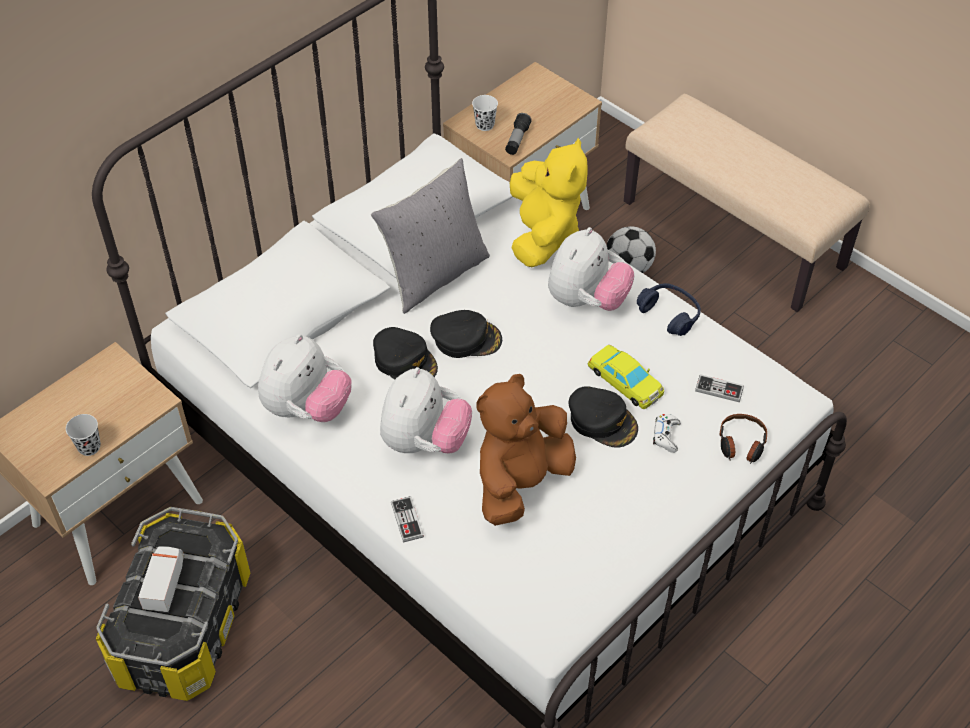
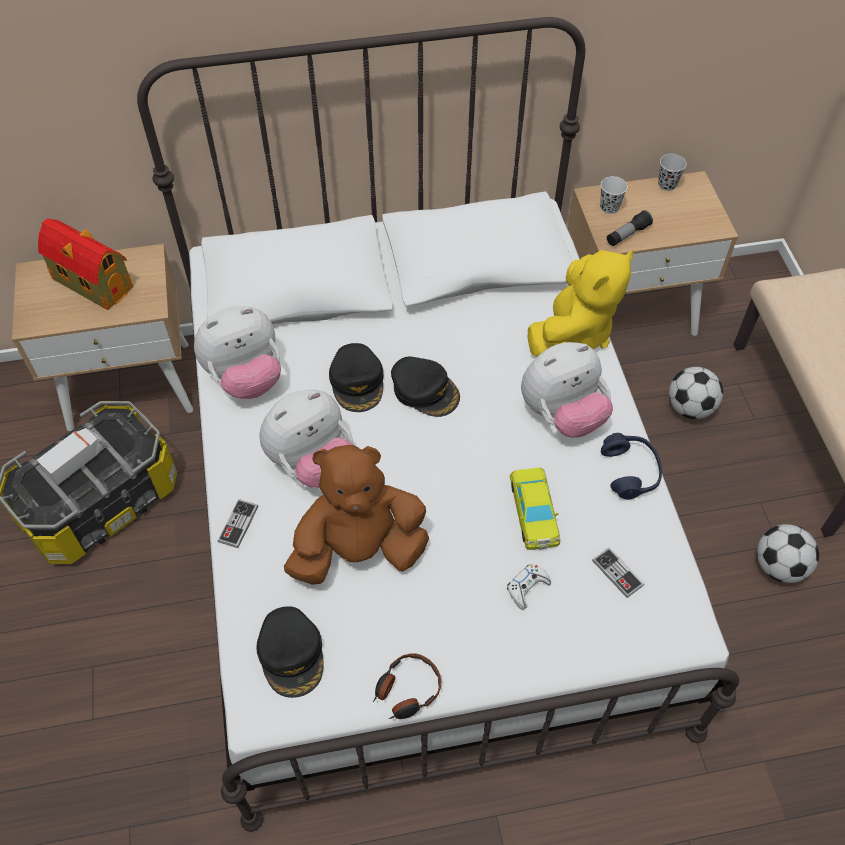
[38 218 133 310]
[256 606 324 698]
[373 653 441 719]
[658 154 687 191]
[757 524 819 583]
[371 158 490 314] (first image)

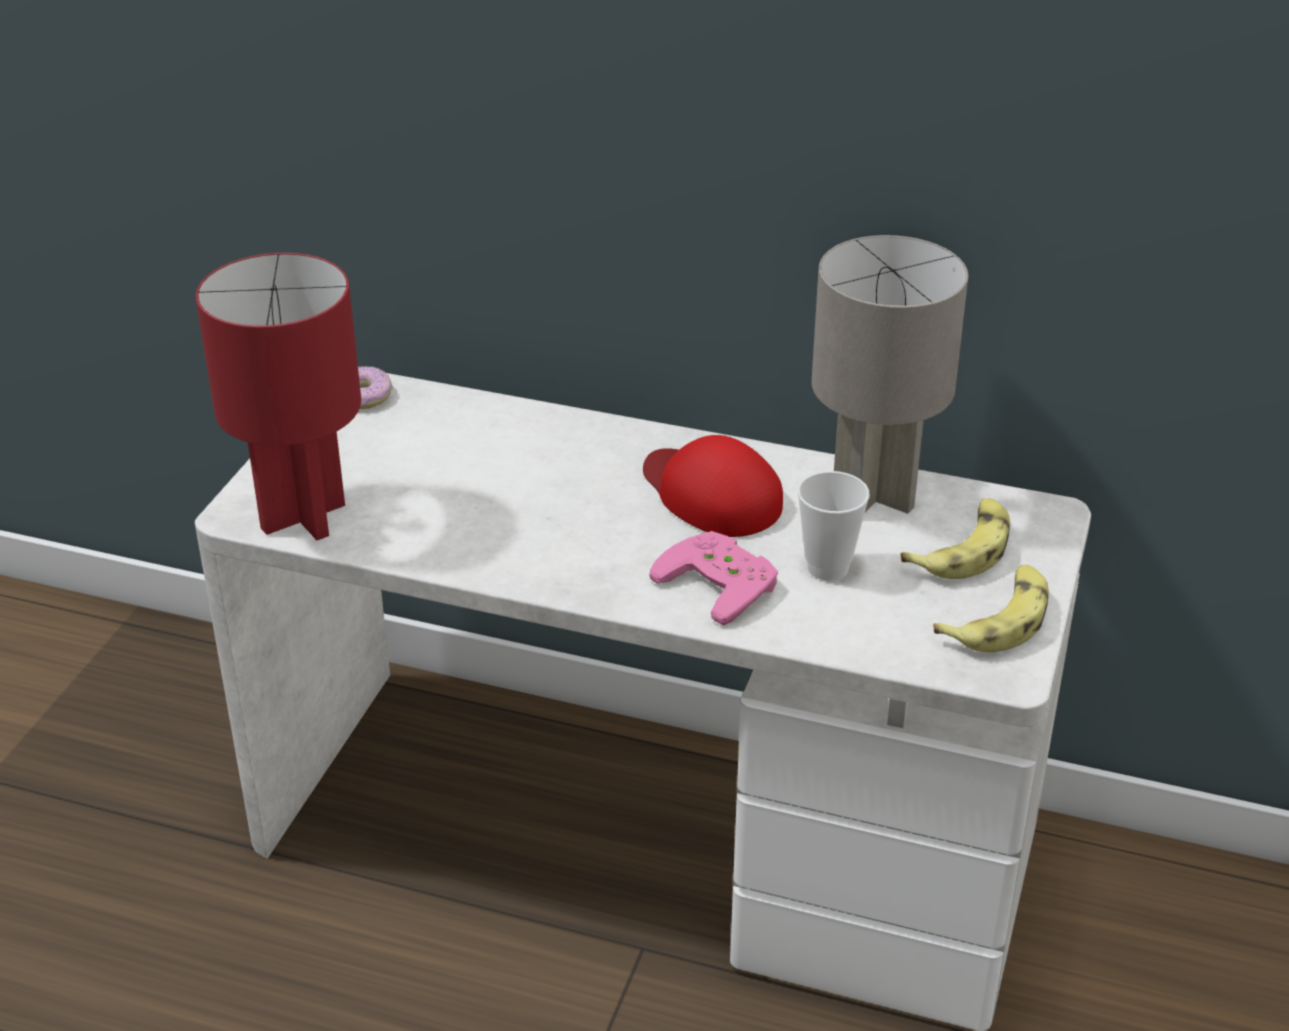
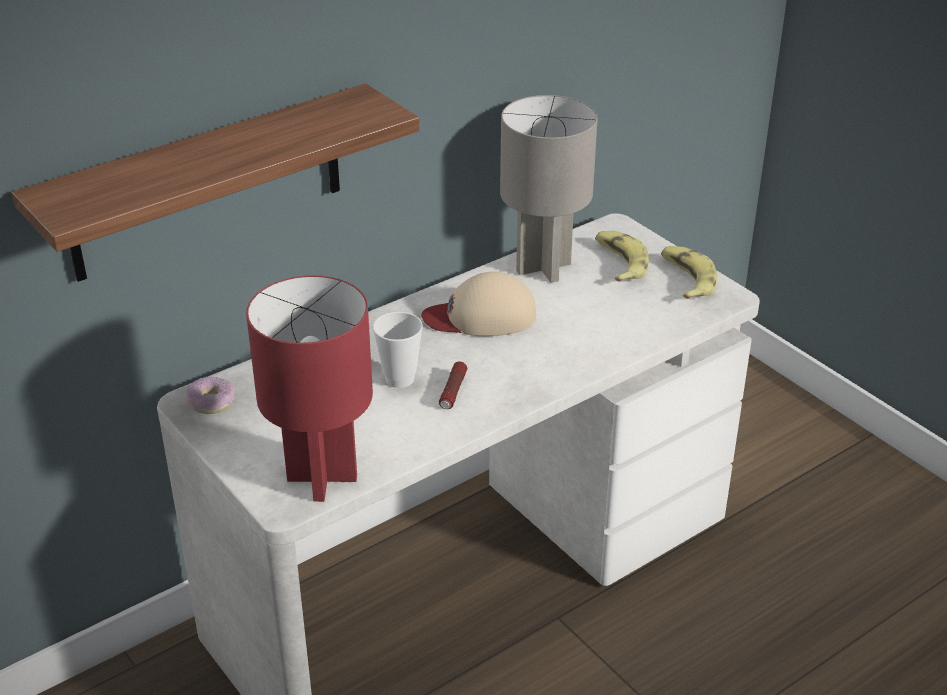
[11 84 419 282]
[373 312 423 388]
[421 272 536 336]
[439 361 467 409]
[649 531 778 626] (first image)

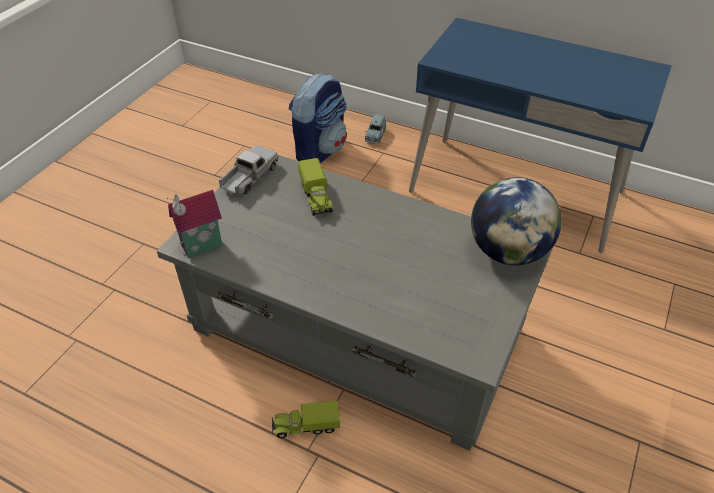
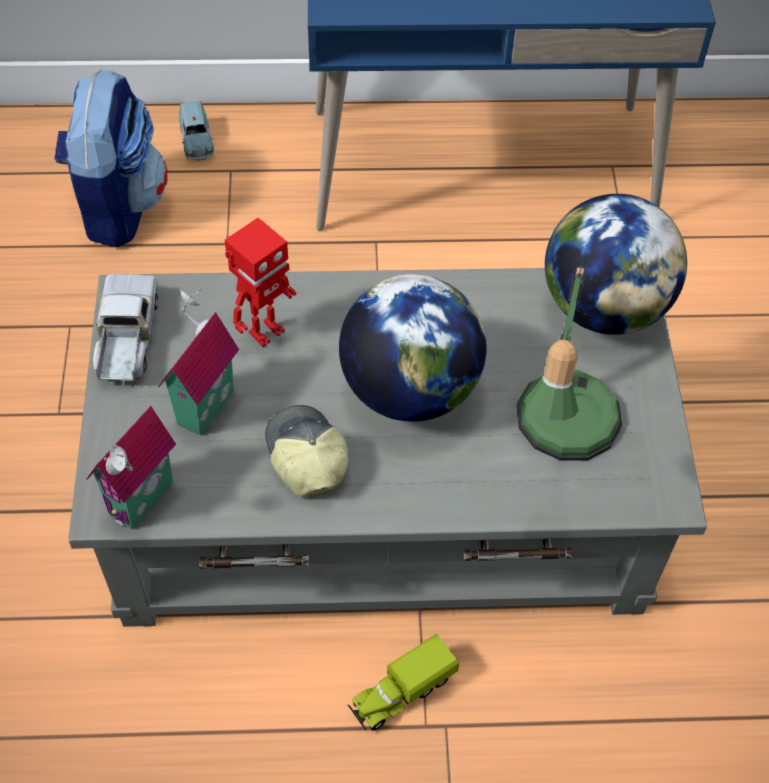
[158 288 239 436]
[225 218 296 347]
[265 405 348 498]
[339 274 486 422]
[517 262 622 461]

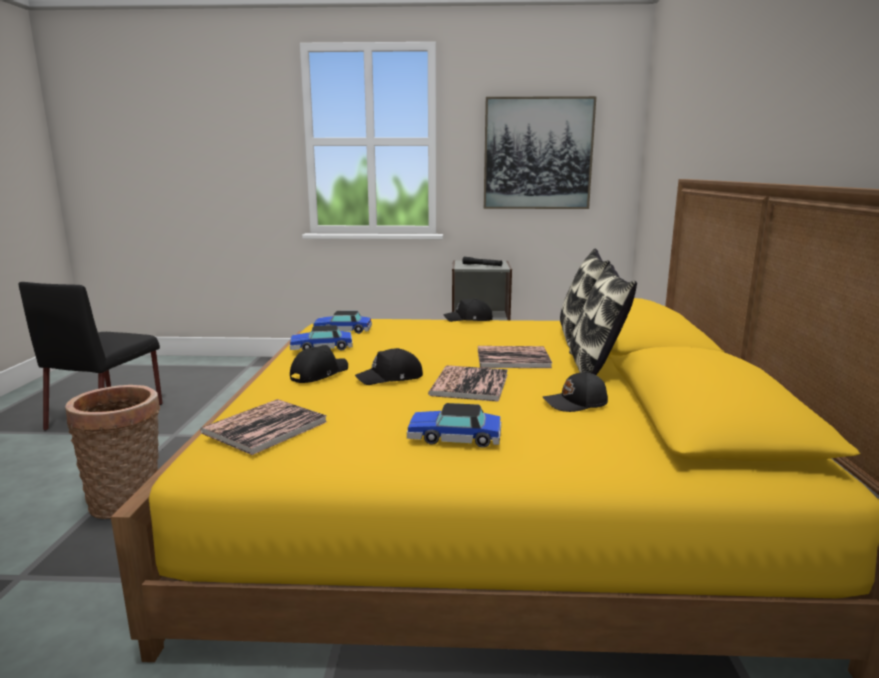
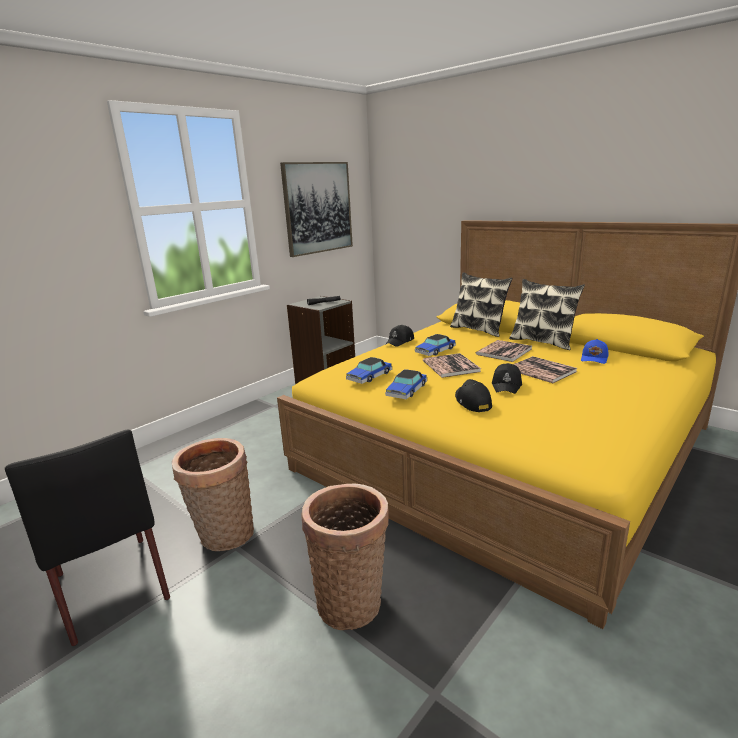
[172 438 254 551]
[415 334 456 356]
[423 353 481 378]
[581 339 608 364]

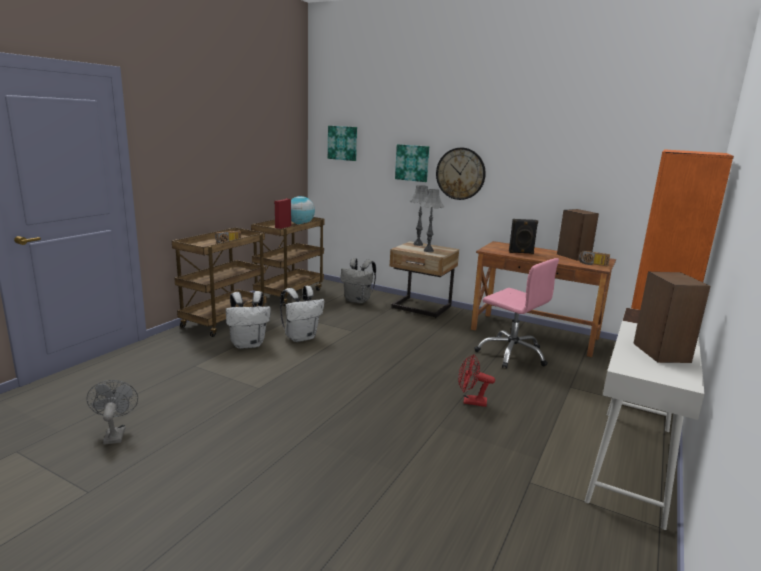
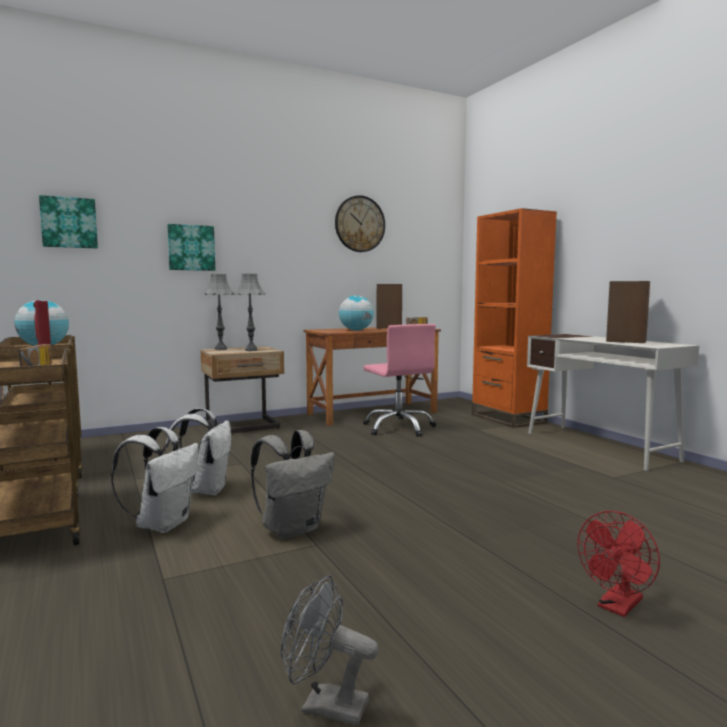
[251 430 335 539]
[335 195 385 252]
[339 295 374 331]
[363 324 436 437]
[577 511 660 617]

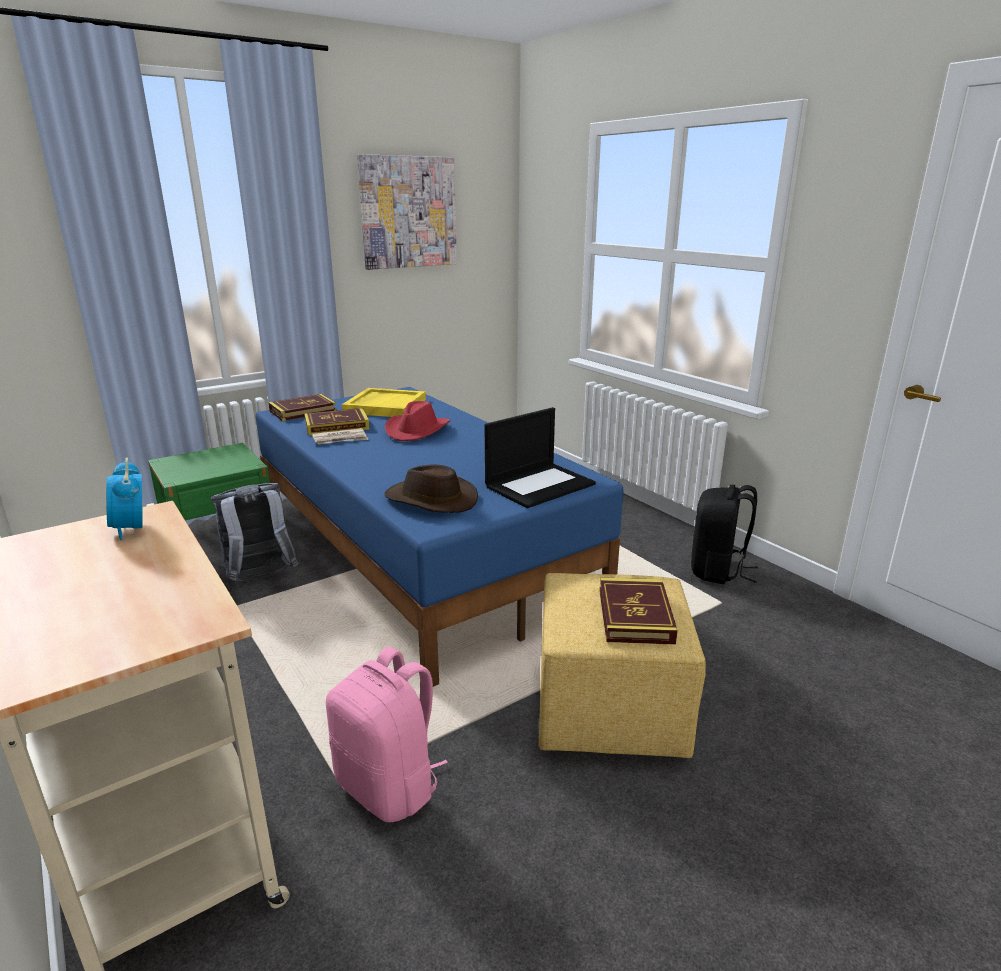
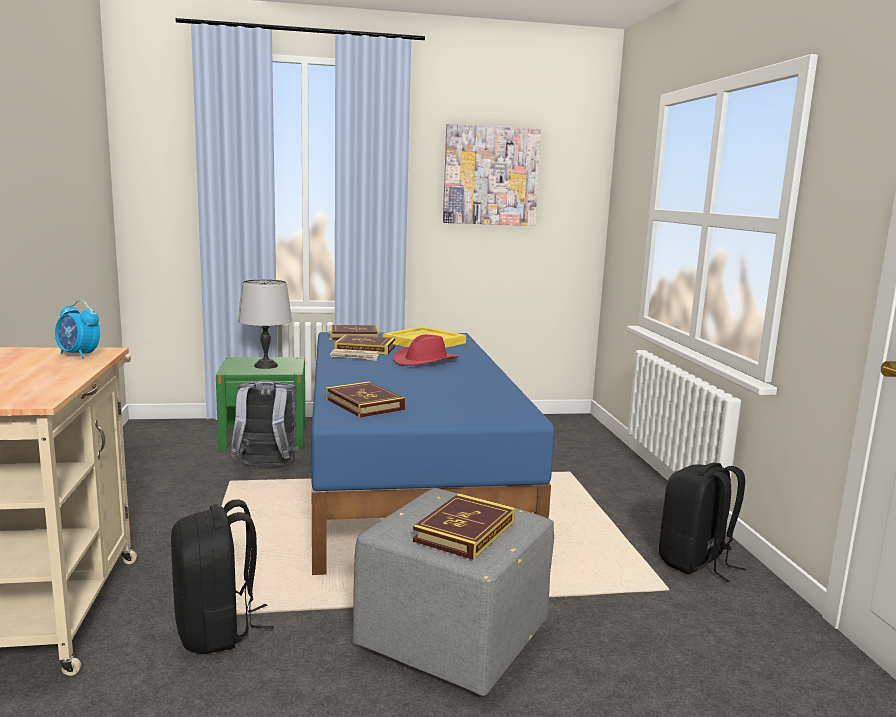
[55 300 100 359]
[171 499 274 654]
[238 279 292 369]
[325 381 405 418]
[353 488 554 696]
[485 407 596 508] (first image)

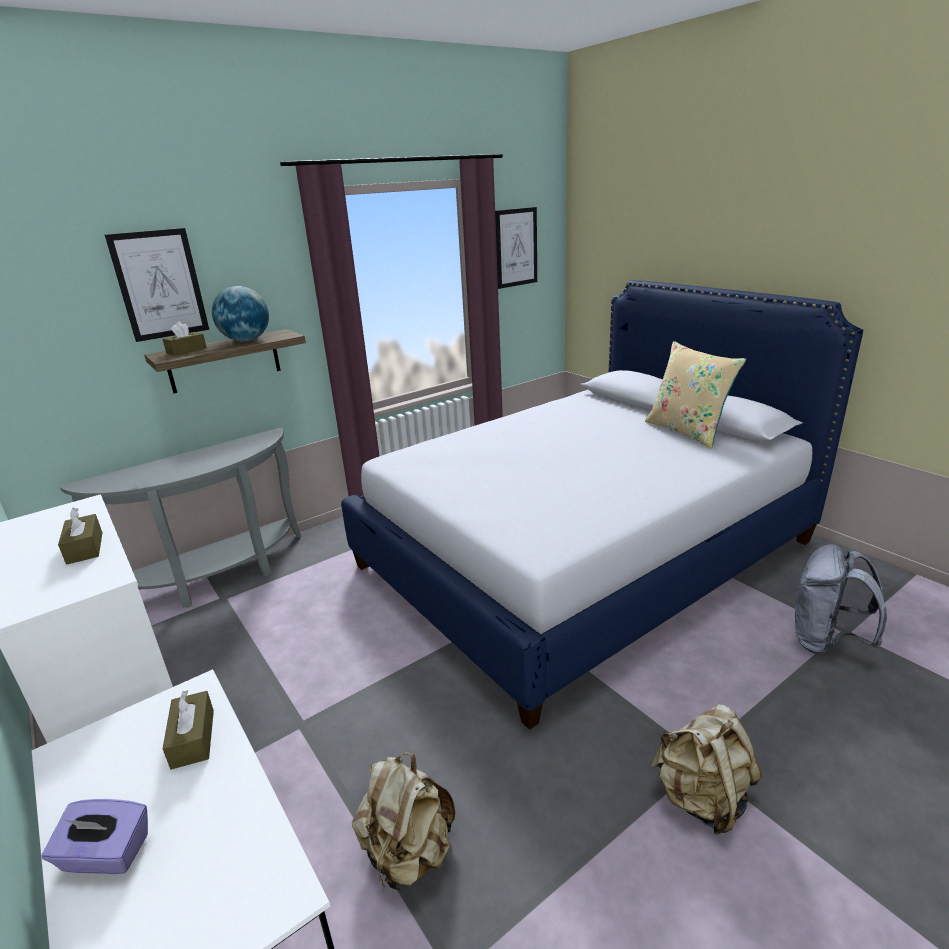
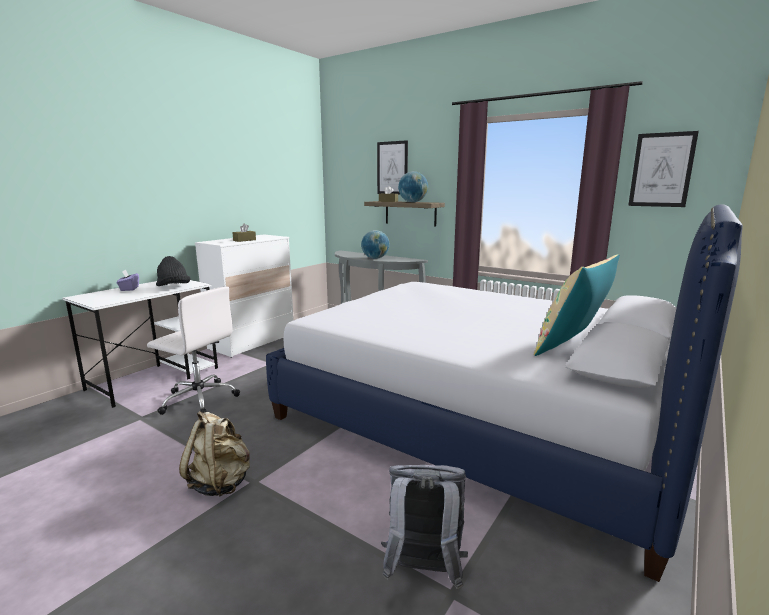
[147 286 240 415]
[156 256 191 286]
[361 230 390 259]

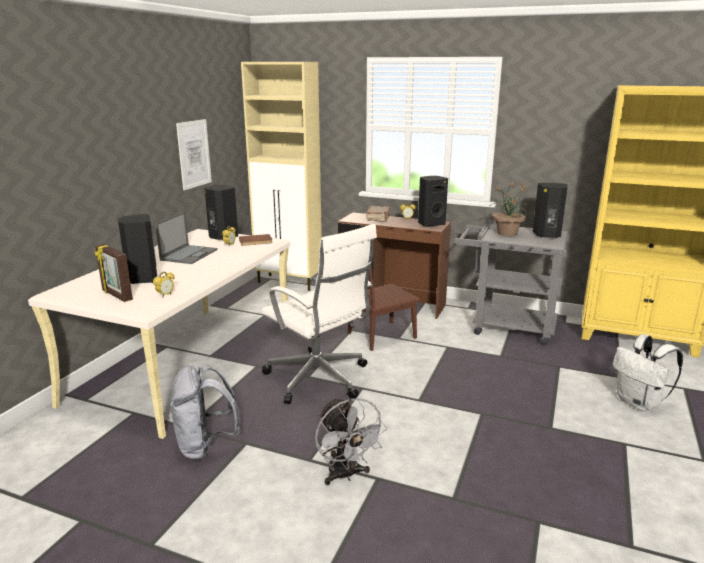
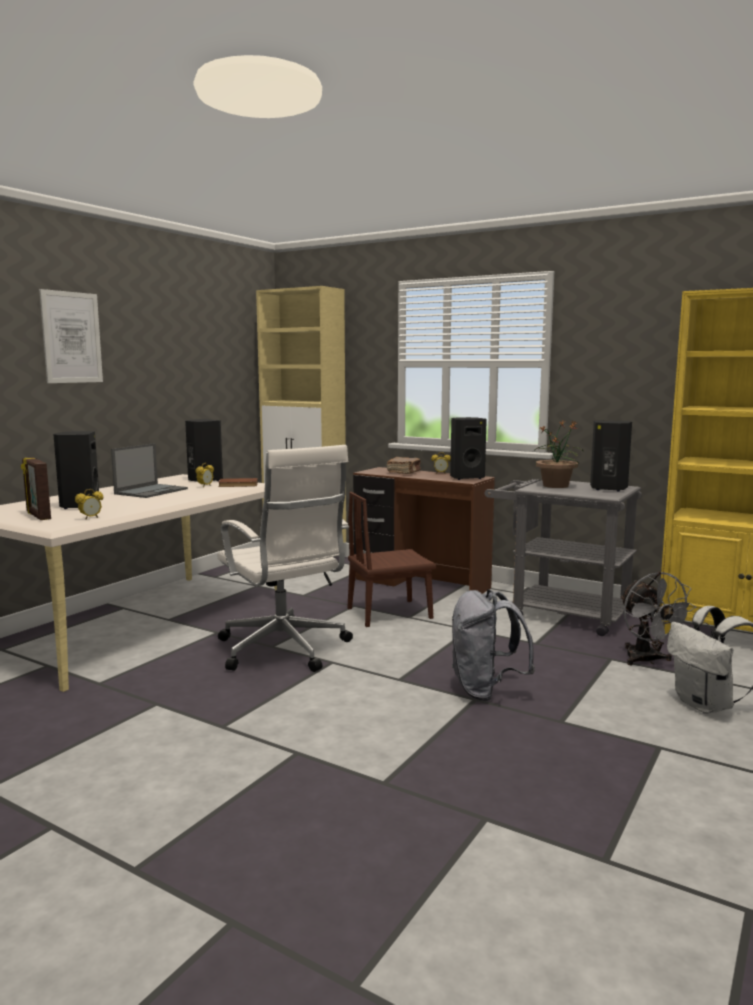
[39 289 103 383]
[451 589 535 701]
[620 572 697 665]

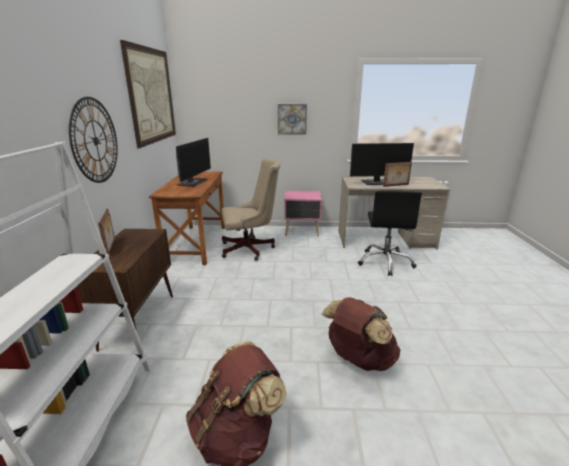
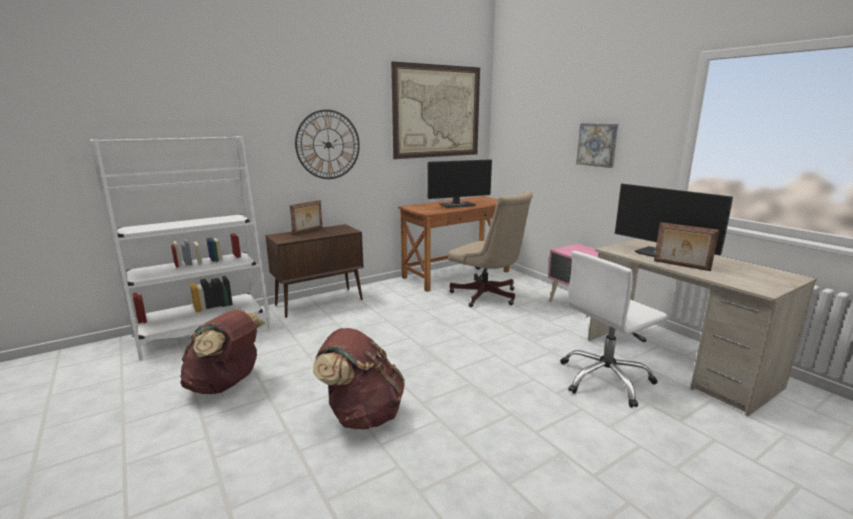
[560 251 668 408]

